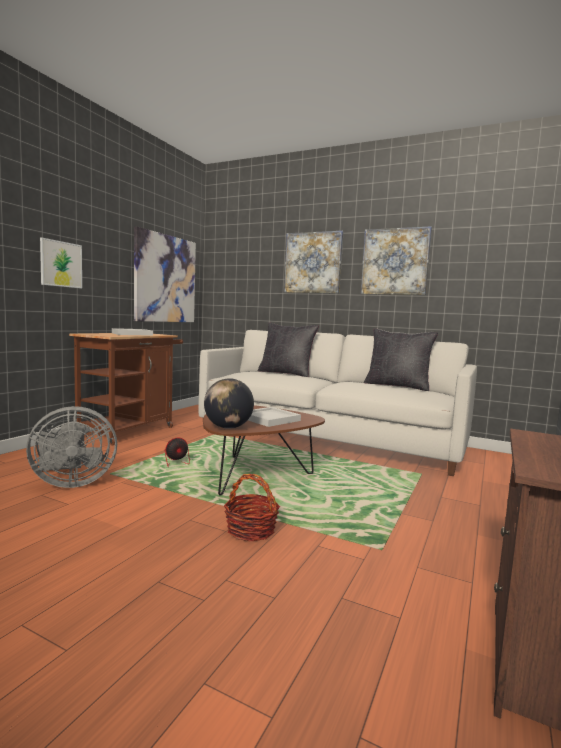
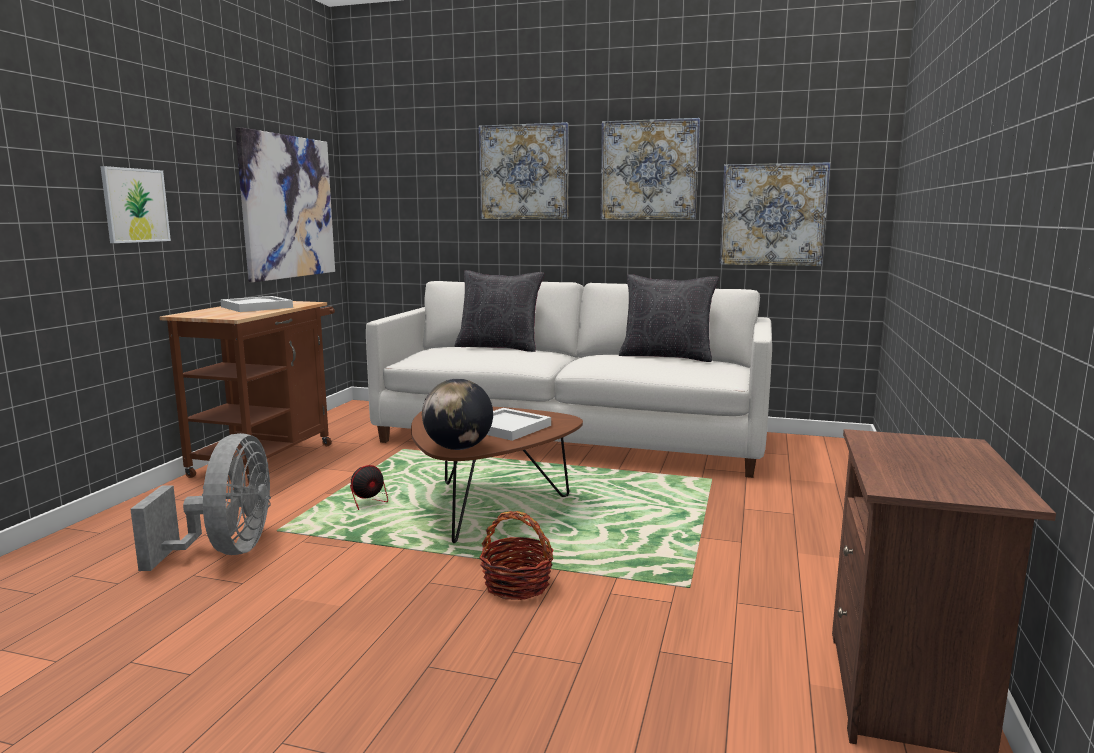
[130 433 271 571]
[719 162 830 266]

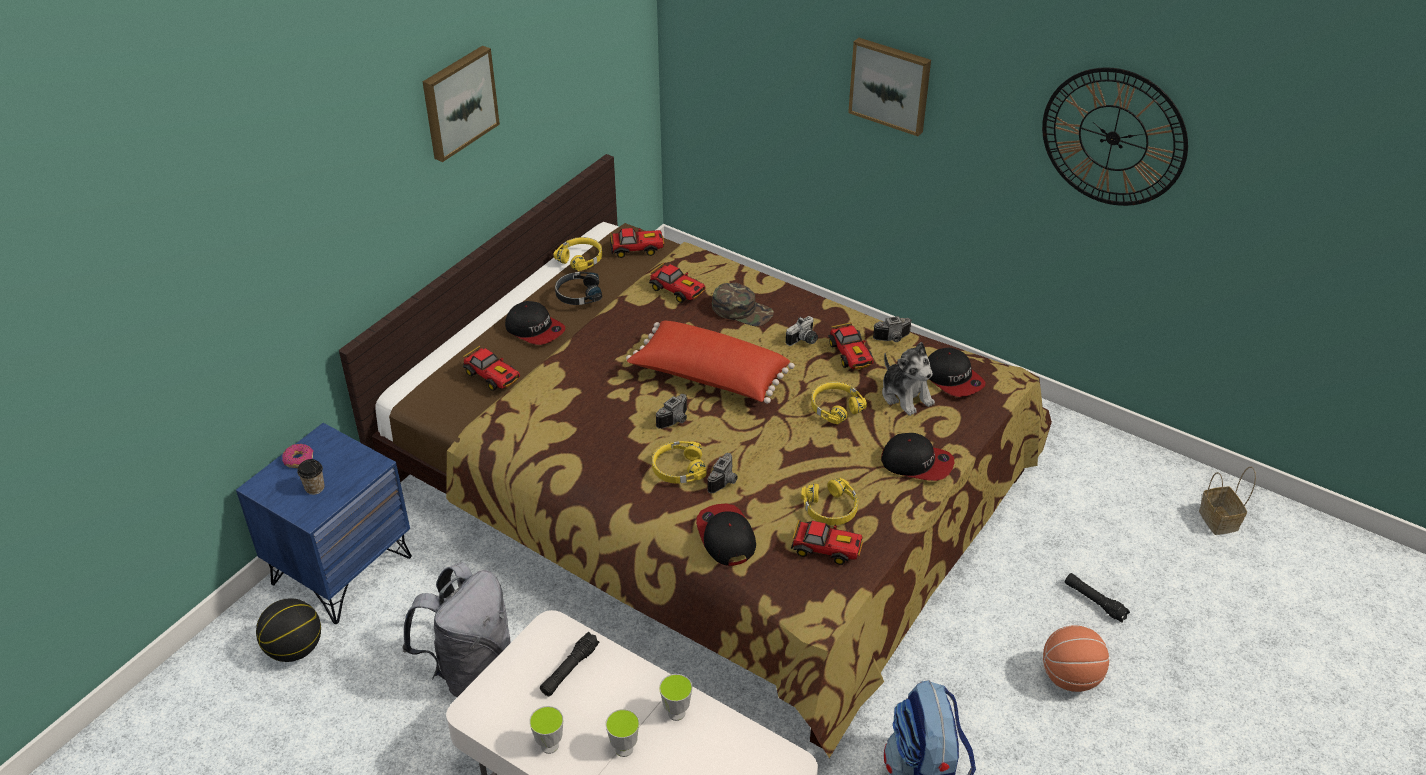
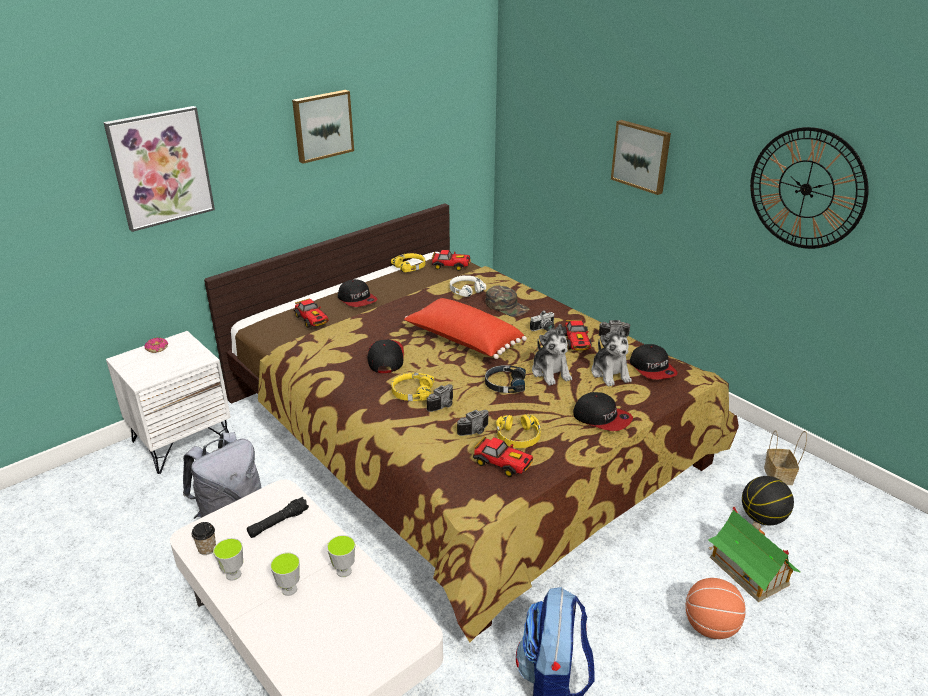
[103 106 215 232]
[106 331 231 474]
[191 522 216 555]
[368 339 404 373]
[450 275 486 297]
[457 410 489 436]
[485 365 526 393]
[532 324 572 386]
[708 507 801 602]
[742 476 794 525]
[764 430 807 485]

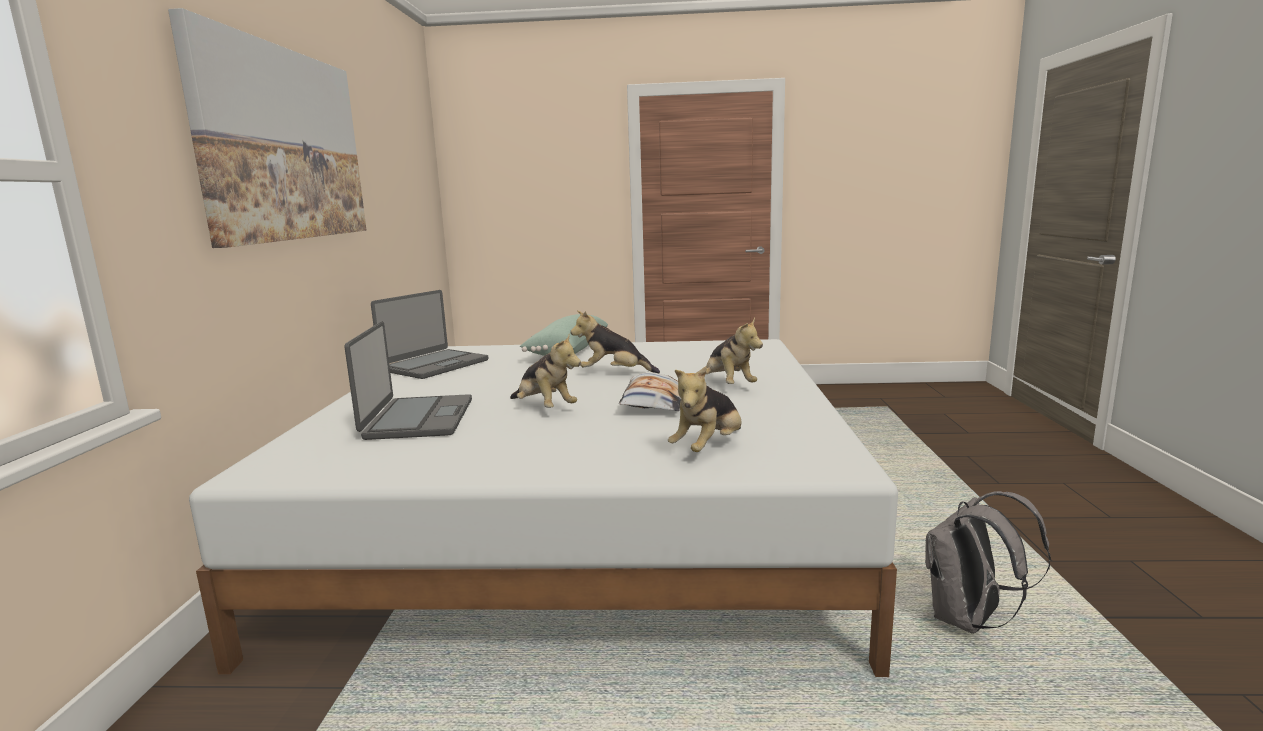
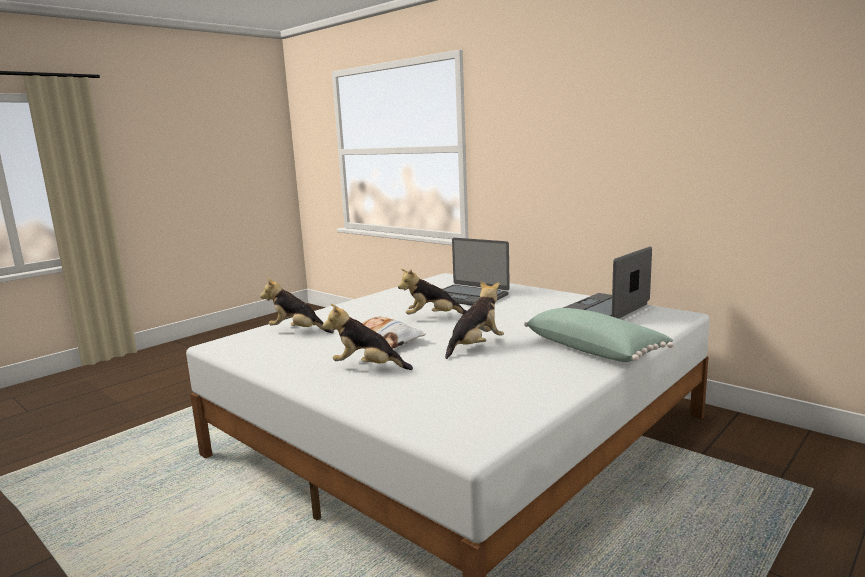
[260 278 334 333]
[563 246 652 319]
[168 8 366 248] (first image)
[925 491 1051 634] (first image)

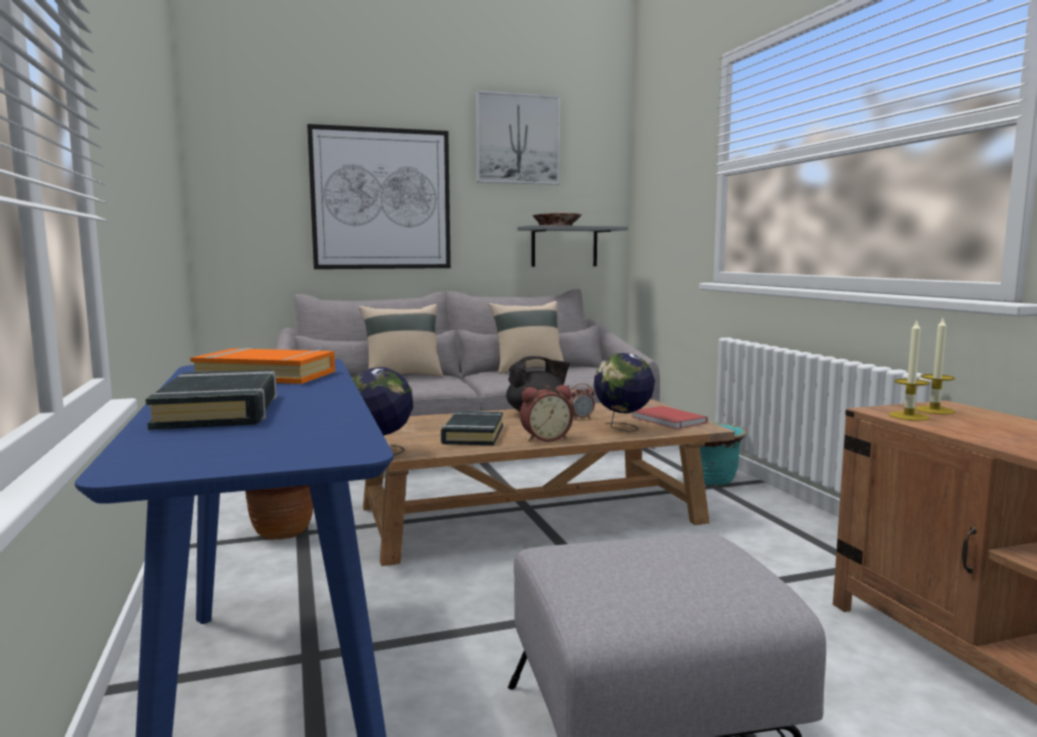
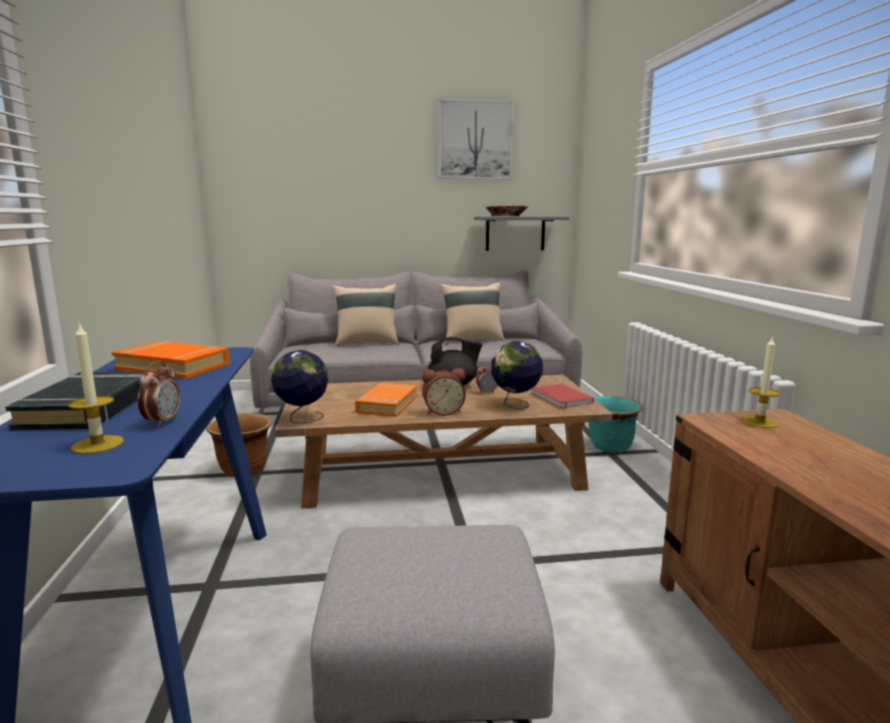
[68 322 124 454]
[138 361 180 427]
[355 383 417 417]
[307 124 451 269] (first image)

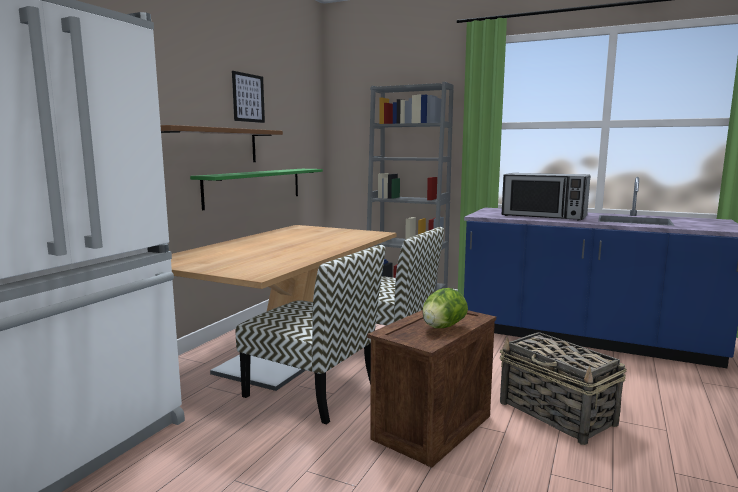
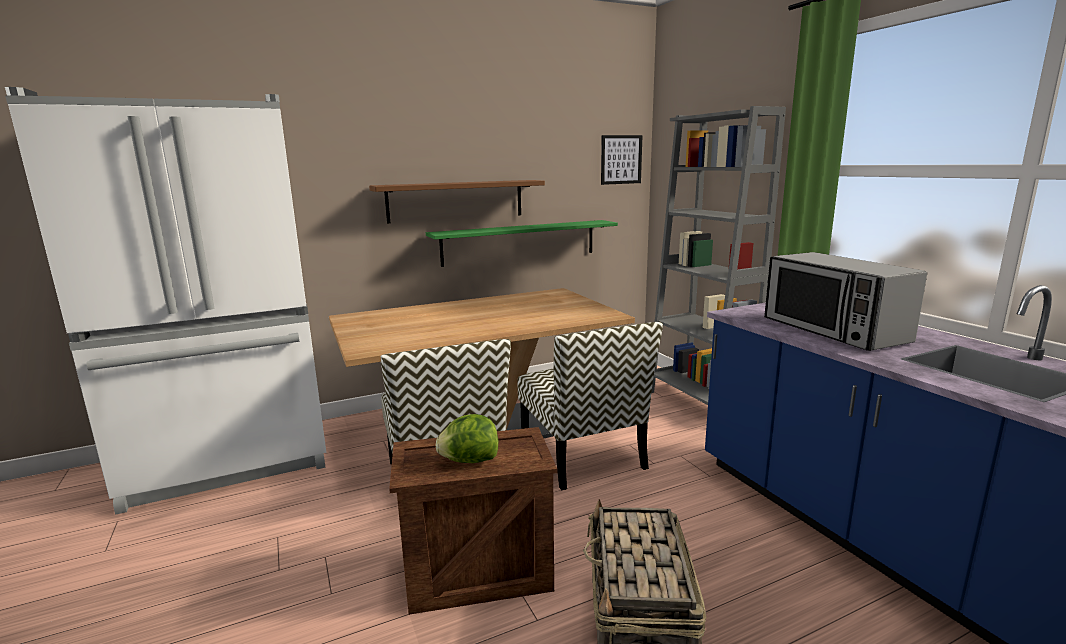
[601 135 642 185]

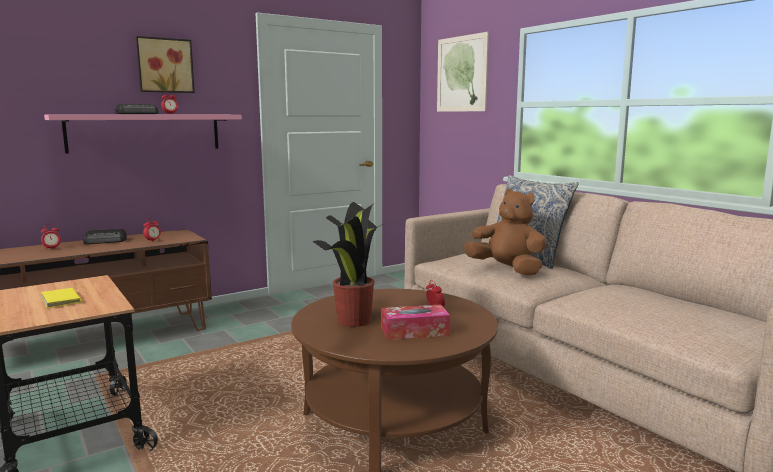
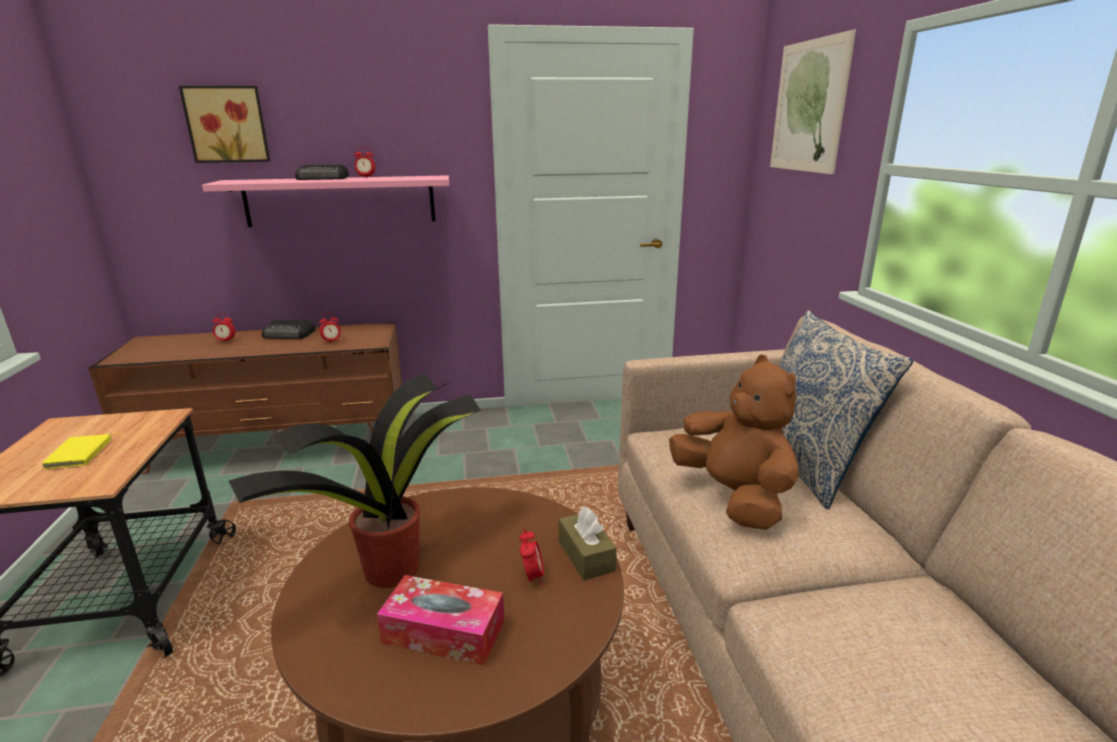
[179 86 270 163]
[559 506 617 580]

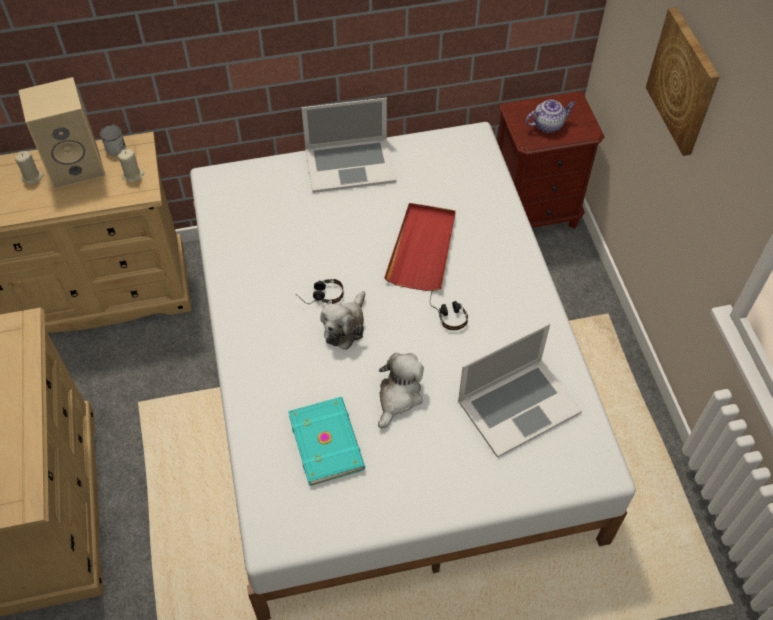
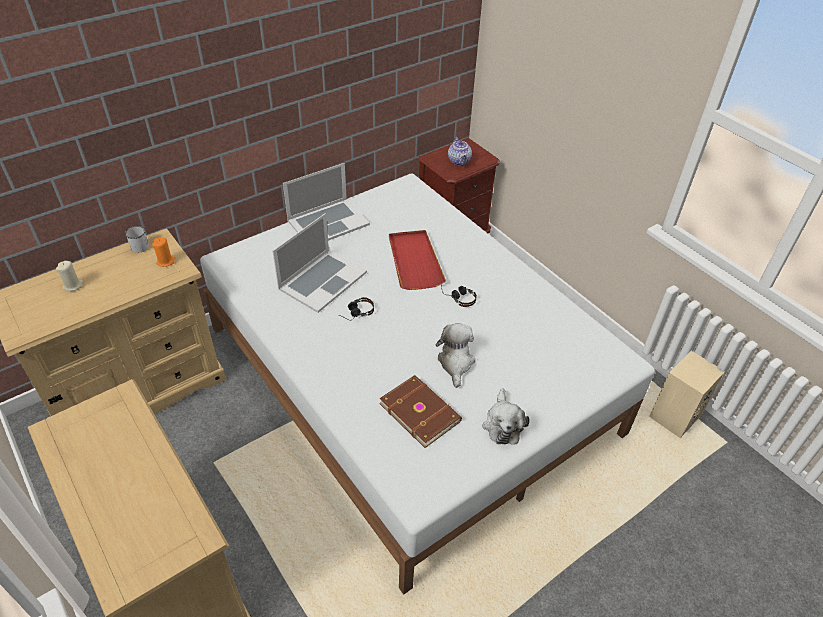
[152 237 175 267]
[272 213 367 313]
[379 375 462 448]
[448 137 472 165]
[482 389 530 445]
[649 351 725 439]
[646 7 720 156] (first image)

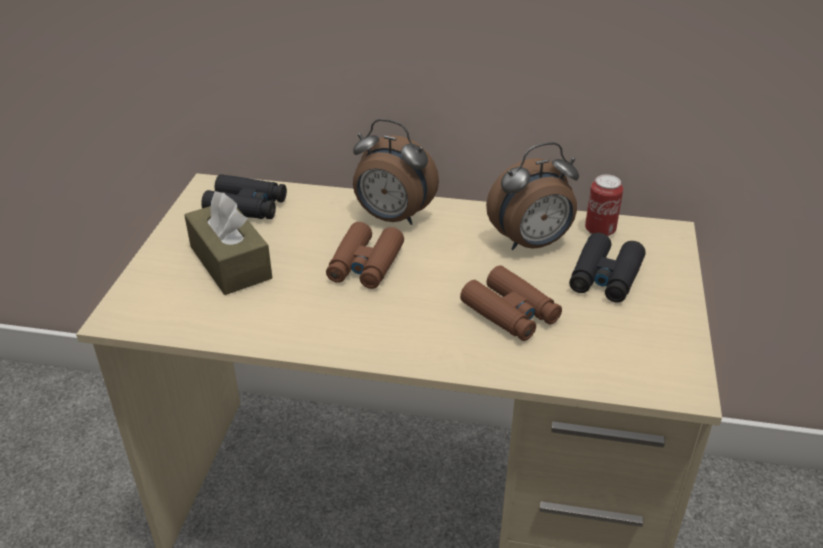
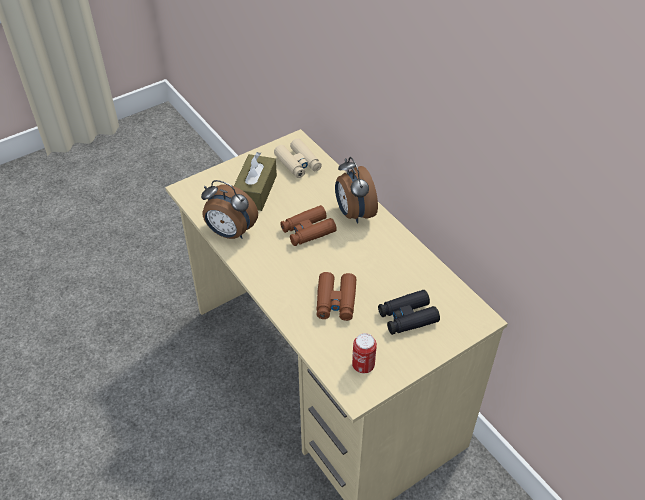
[201 180 258 239]
[274 138 322 178]
[352 333 377 373]

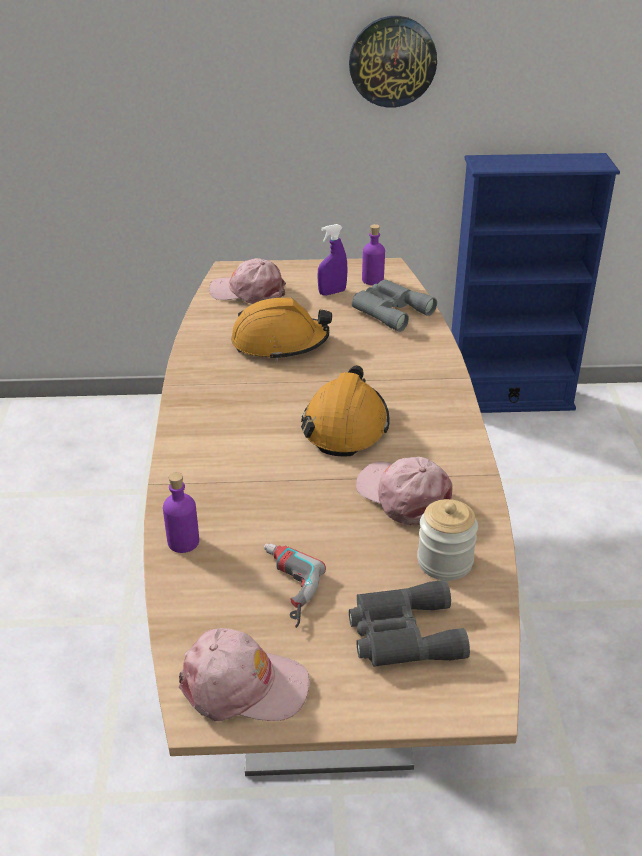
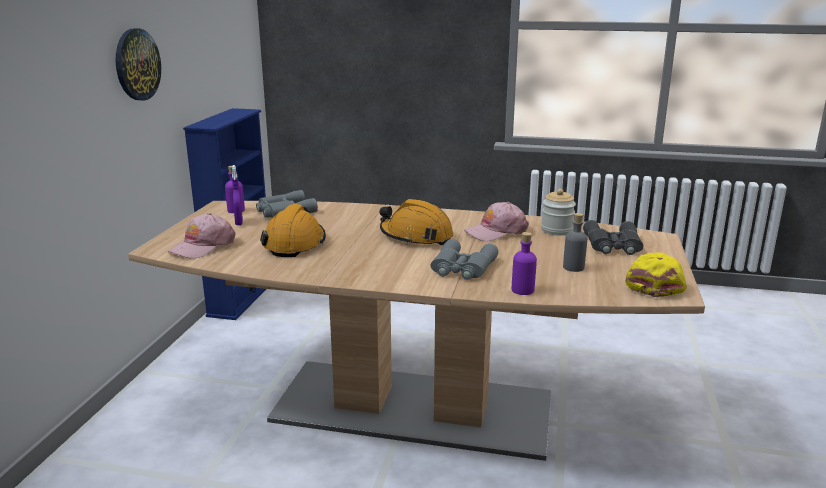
[431 239 498 280]
[563 213 587 272]
[625 252 687 298]

